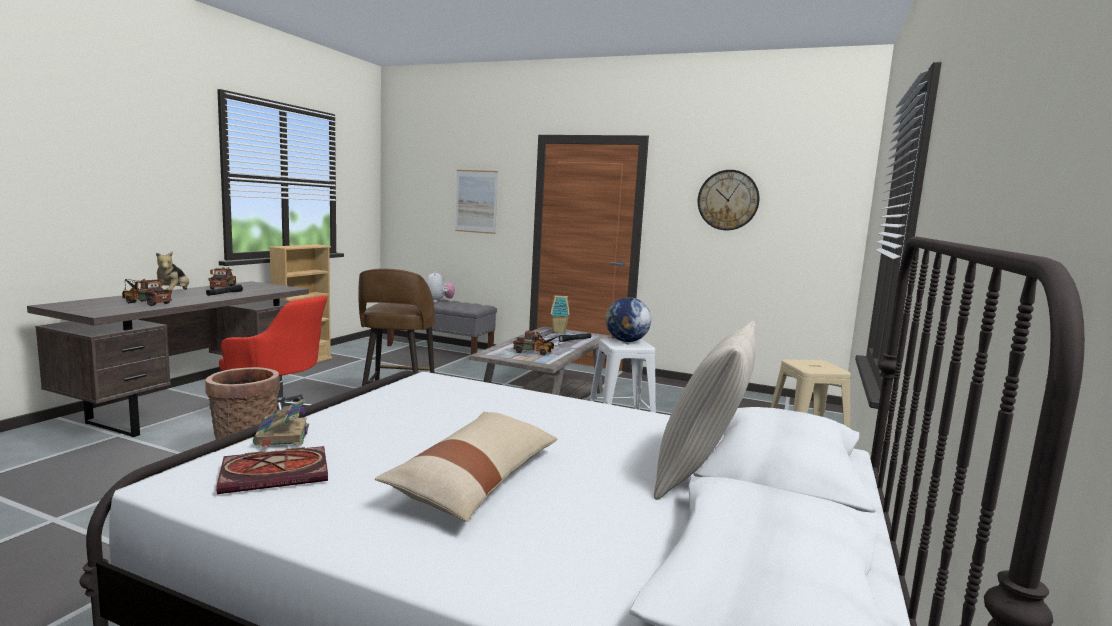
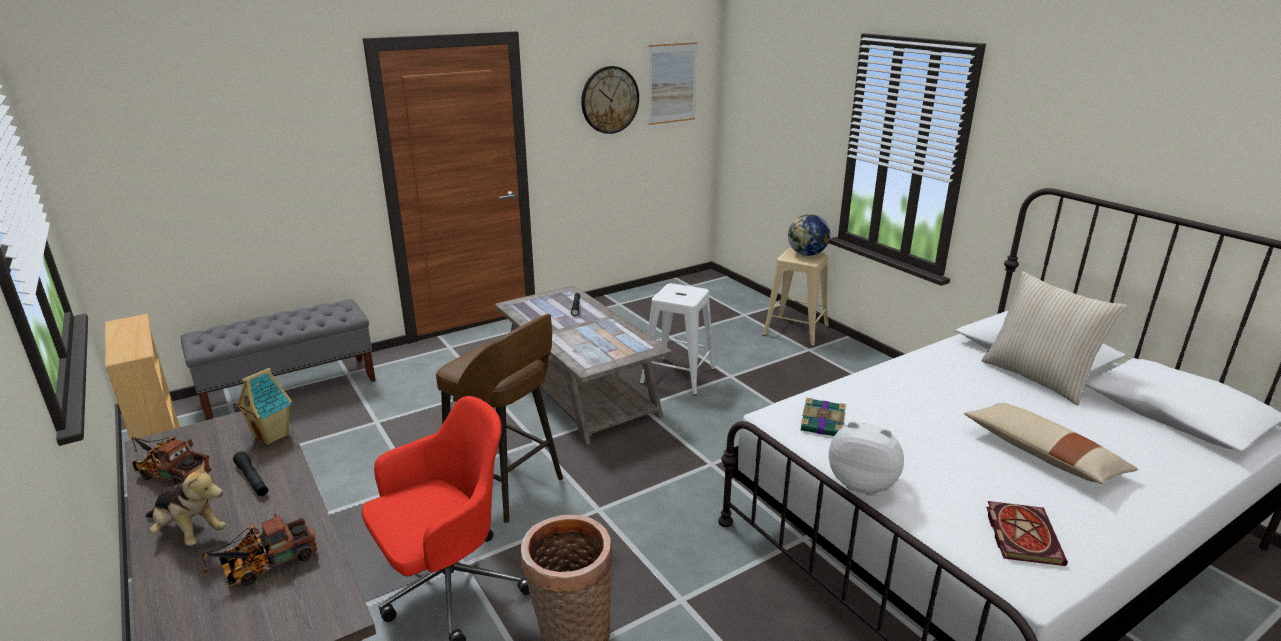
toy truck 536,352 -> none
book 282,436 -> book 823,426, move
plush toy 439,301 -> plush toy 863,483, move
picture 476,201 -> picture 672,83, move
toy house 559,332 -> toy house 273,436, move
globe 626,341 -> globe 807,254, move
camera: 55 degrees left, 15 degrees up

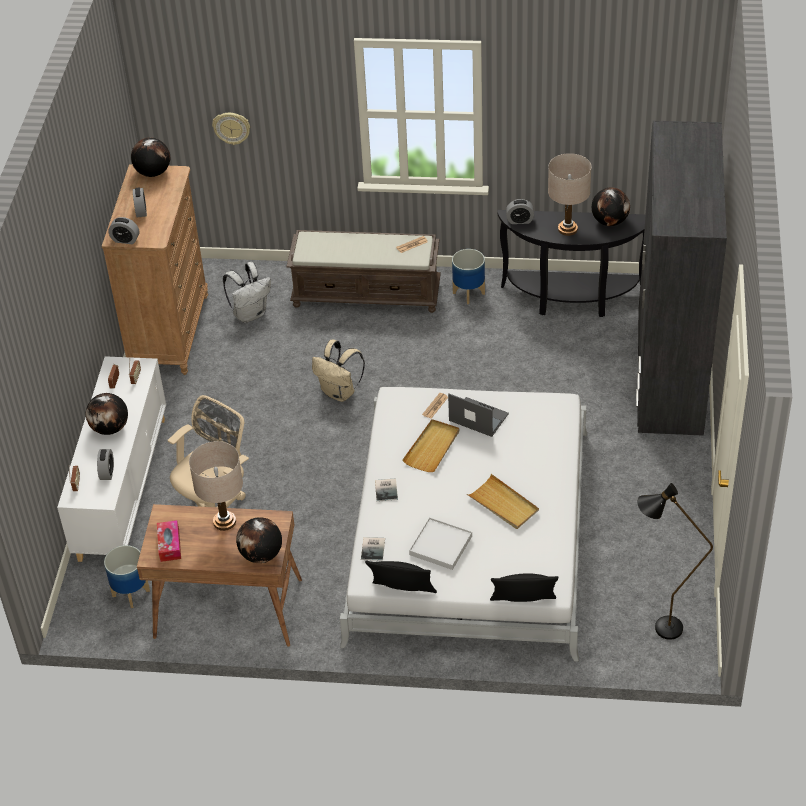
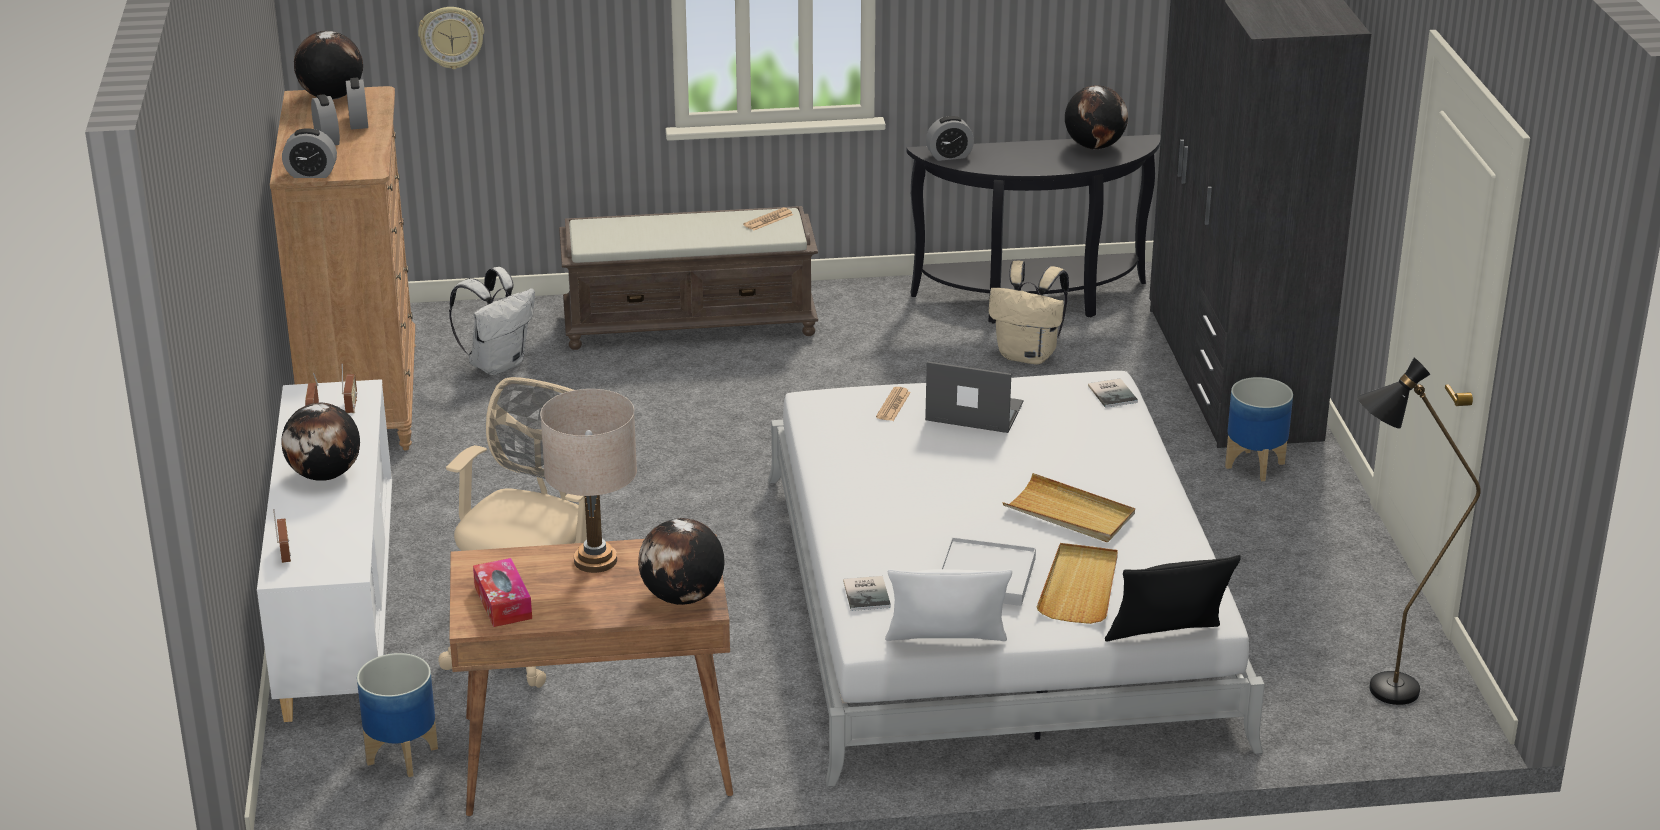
table lamp (beige) 567,229 -> none
alarm clock 107,472 -> alarm clock 358,122, move
backpack (beige) 340,392 -> backpack (beige) 1028,355, move
book 387,489 -> book 1113,393, move
tray (beige) 432,448 -> tray (beige) 1079,587, move
planter 469,293 -> planter 1255,465, move
pillow (black) 402,594 -> pillow (white) 946,650
camera: 15 degrees left, 15 degrees down

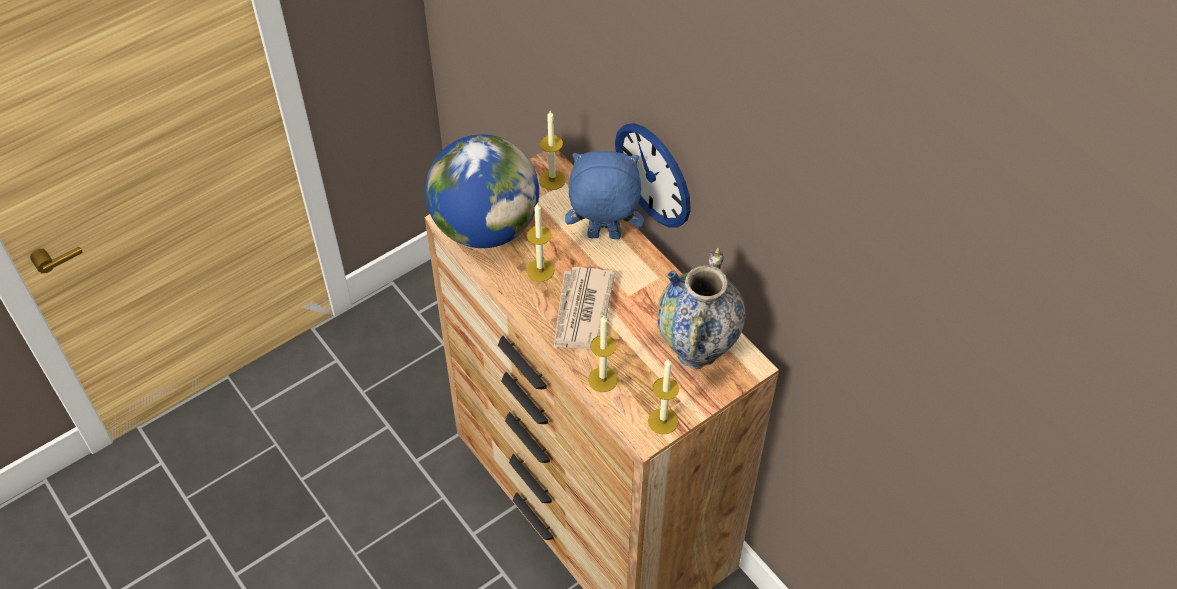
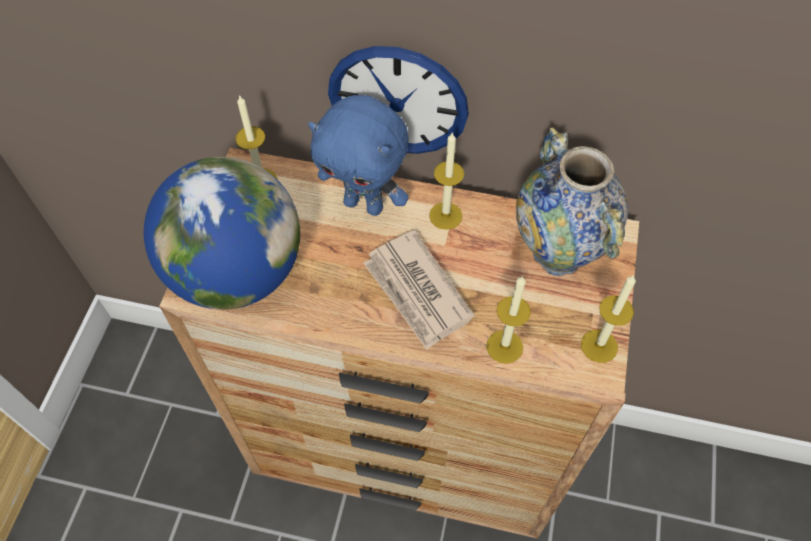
candle 540,270 -> candle 445,215, move
plush toy (blue) 603,237 -> plush toy (blue) 365,204, 120 degrees counterclockwise
camera: 40 degrees left, 5 degrees up

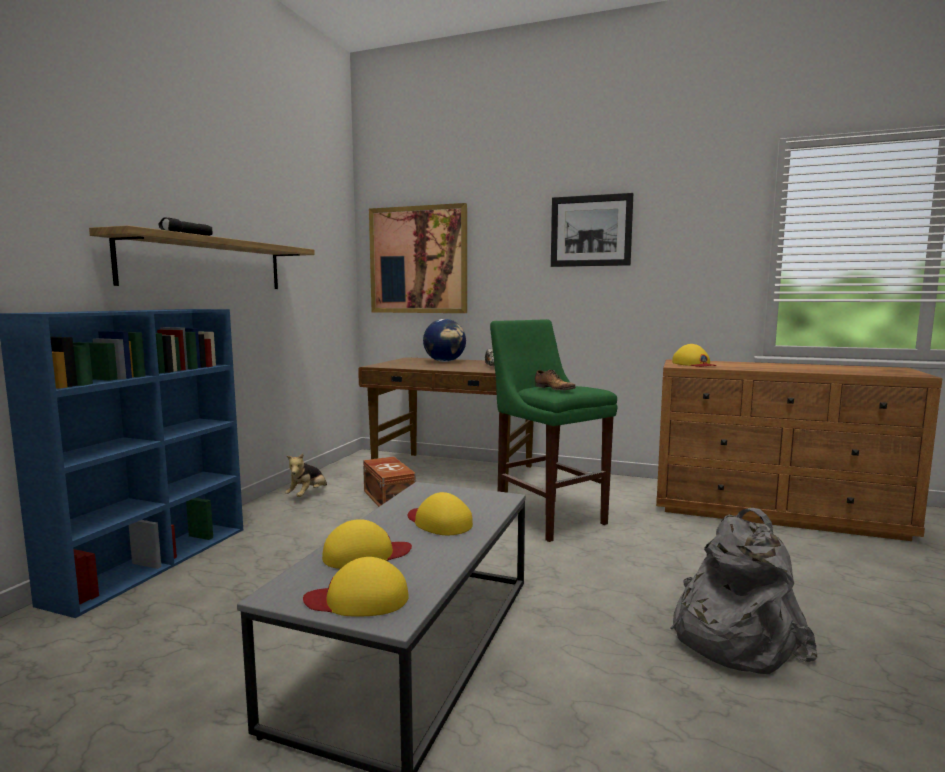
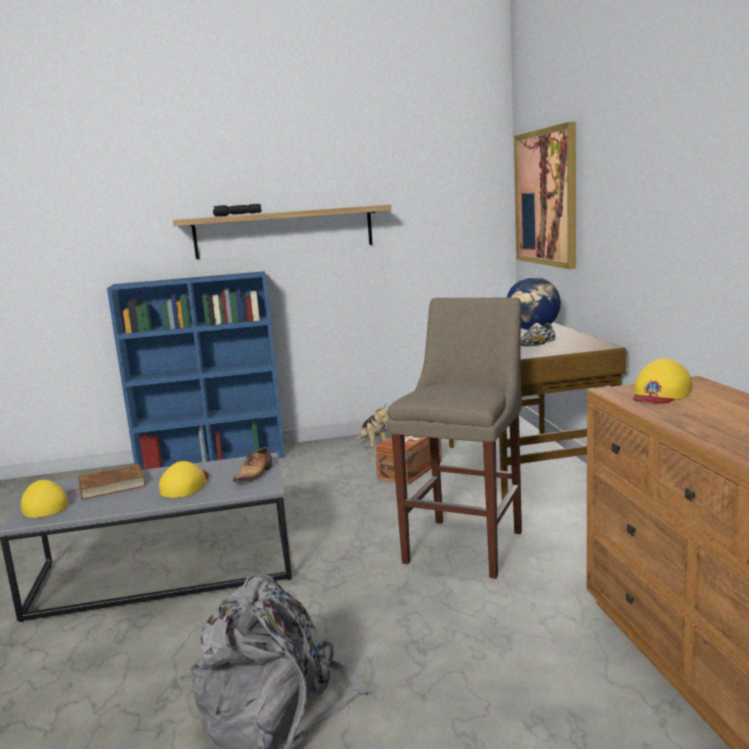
picture 591,231 -> none
shoe 554,389 -> shoe 254,475, move
cap (yellow) 365,554 -> book (brown) 111,486
stool (green) 547,517 -> stool (beige) 467,544
plush toy 307,495 -> plush toy 373,445, 105 degrees counterclockwise
camera: 60 degrees right, 5 degrees up

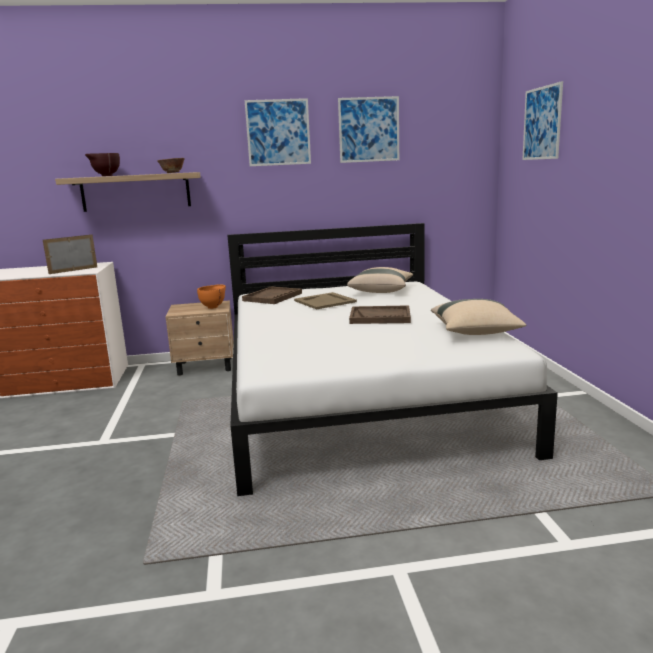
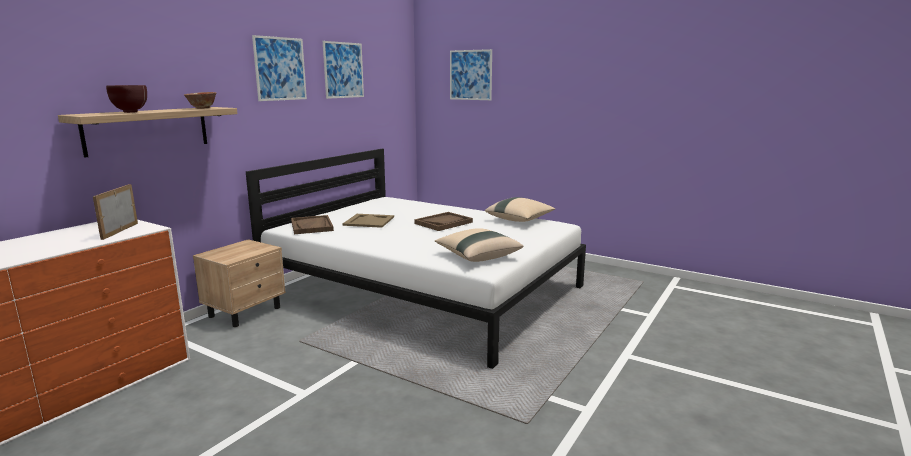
bowl (orange) 214,307 -> none
pillow (beige) 381,291 -> pillow (beige) 477,256, move
camera: 50 degrees left, 0 degrees up

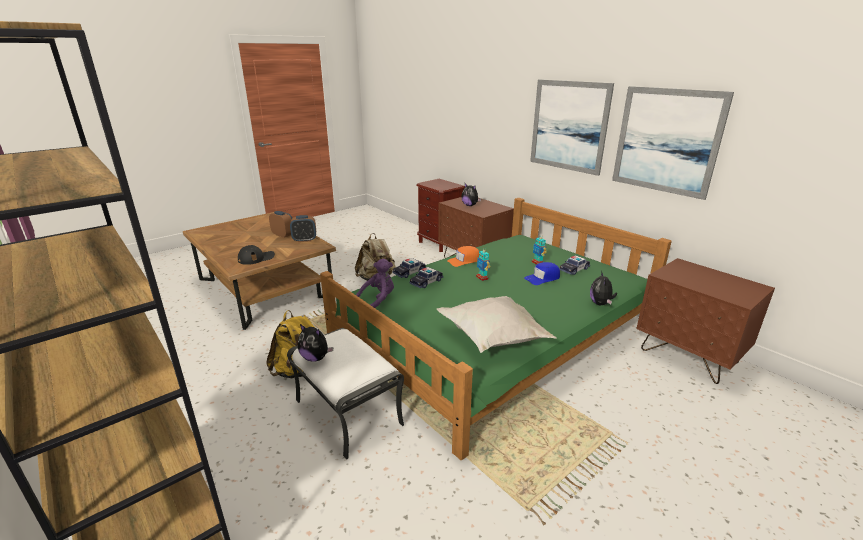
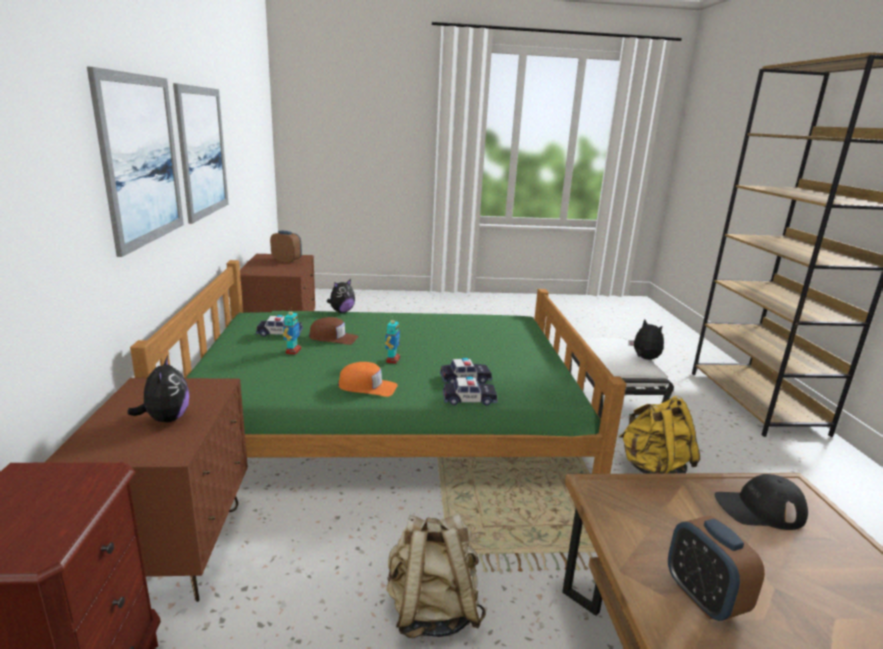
plush toy (purple) 378,300 -> none
pillow (white) 494,340 -> none
alarm clock 304,240 -> alarm clock 286,260, move
cap (blue) 542,278 -> cap (brown) 333,338
camera: 145 degrees left, 5 degrees down

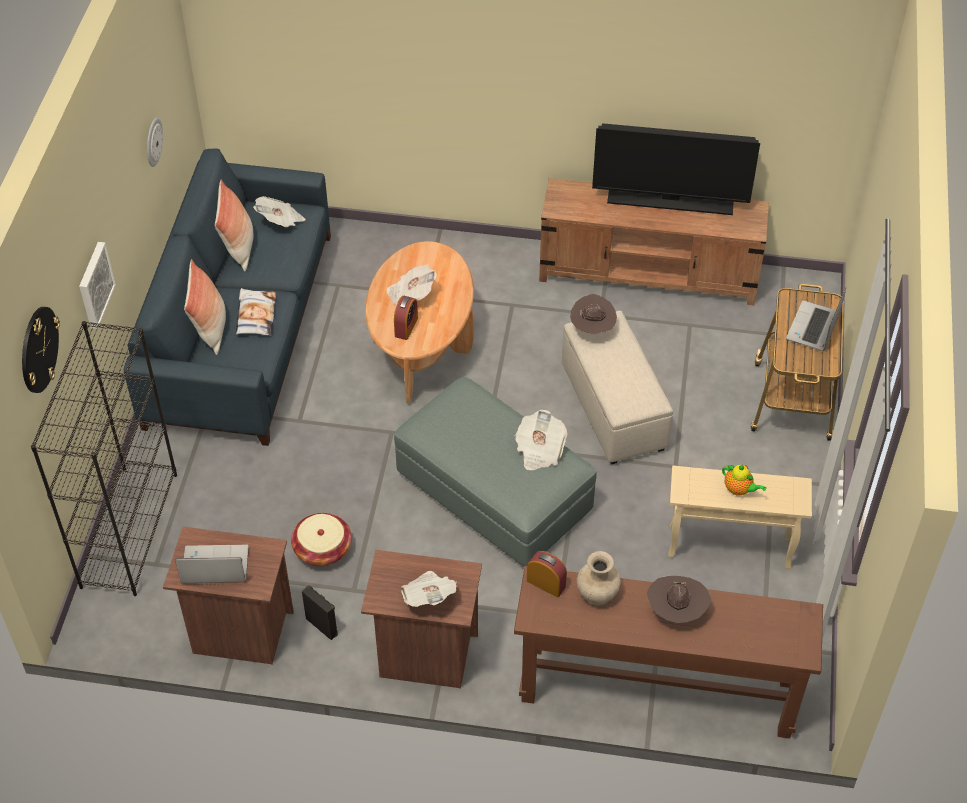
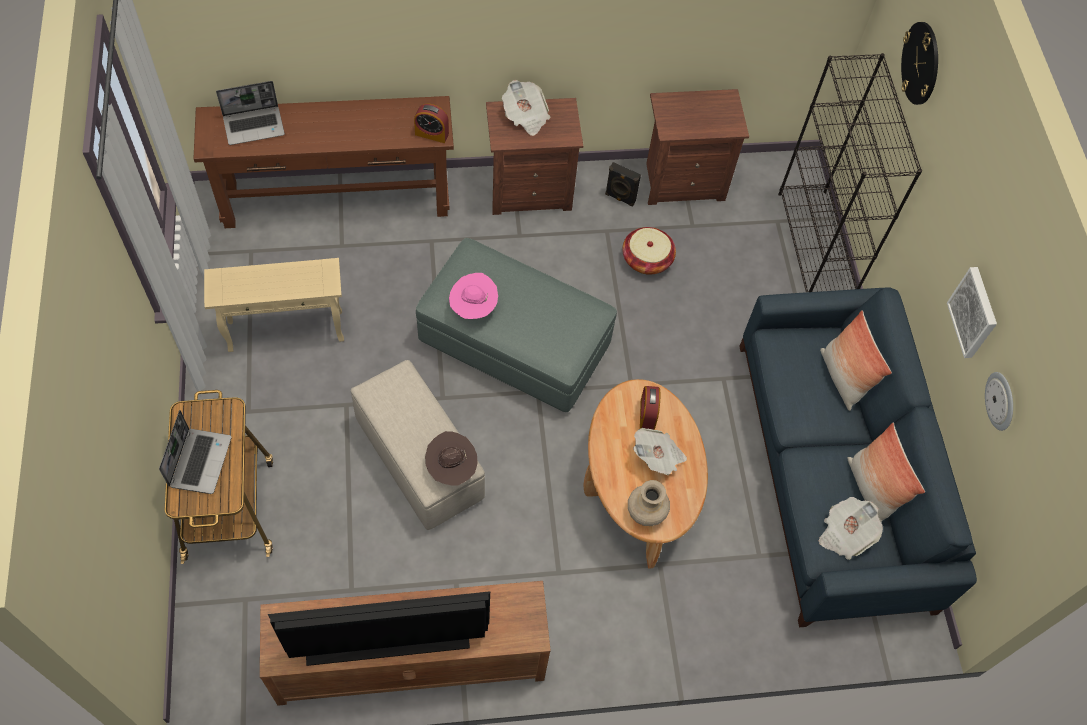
pillow 255,316 -> none
hat (brown) 676,611 -> none
teapot 739,490 -> none
picture 94,285 -> picture 974,312, move
laptop 214,567 -> laptop 254,126, move
vase (beige) 596,593 -> vase (beige) 646,512, move
newspaper 539,450 -> hat (pink) 473,307
camera: 160 degrees right, 10 degrees up

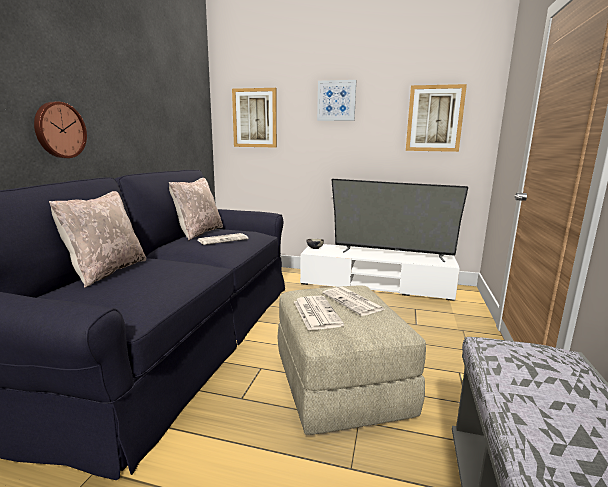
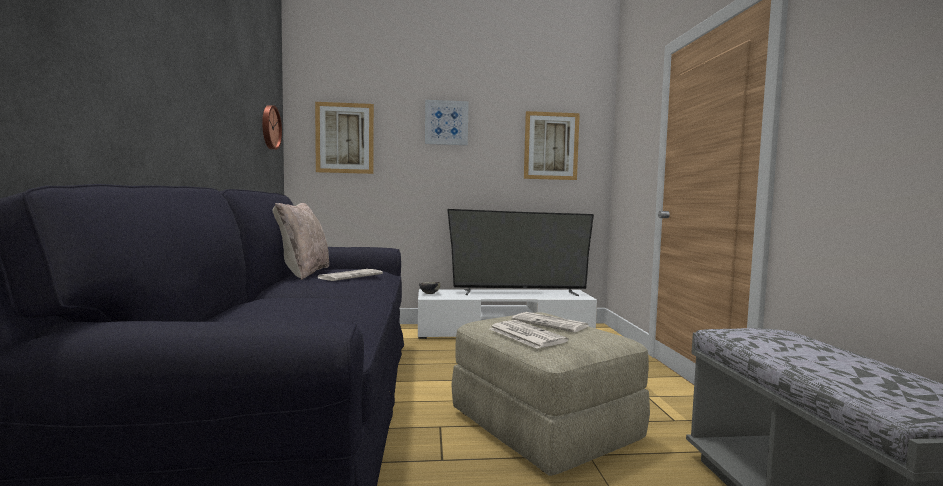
pillow (beige) 106,271 -> none
wall clock 59,130 -> wall clock 269,127, move
camera: 20 degrees left, 10 degrees down

